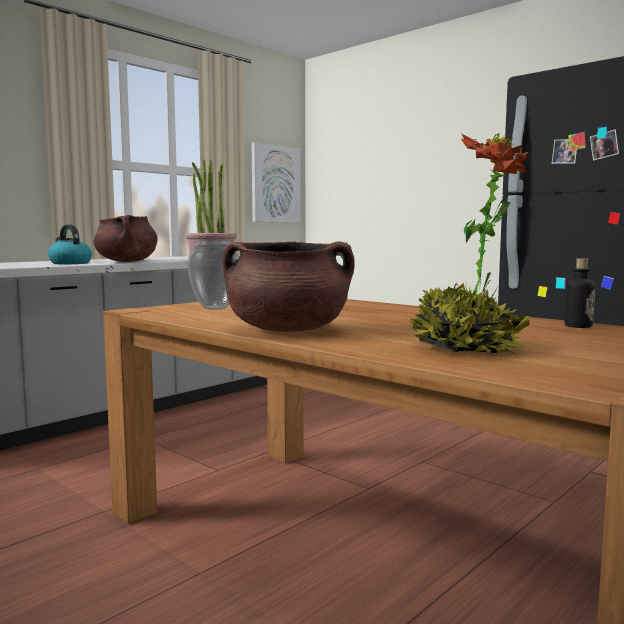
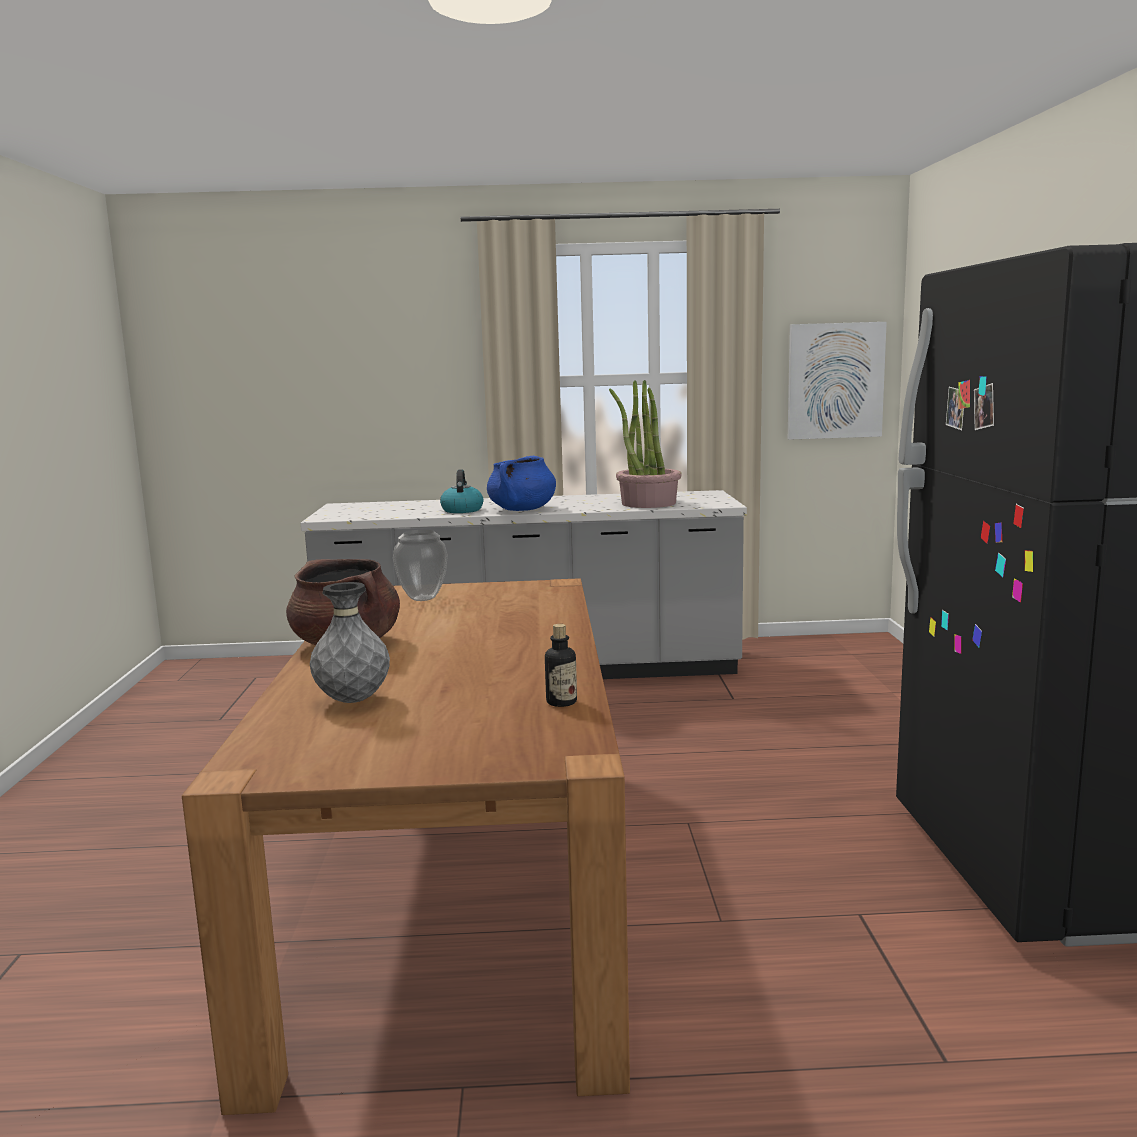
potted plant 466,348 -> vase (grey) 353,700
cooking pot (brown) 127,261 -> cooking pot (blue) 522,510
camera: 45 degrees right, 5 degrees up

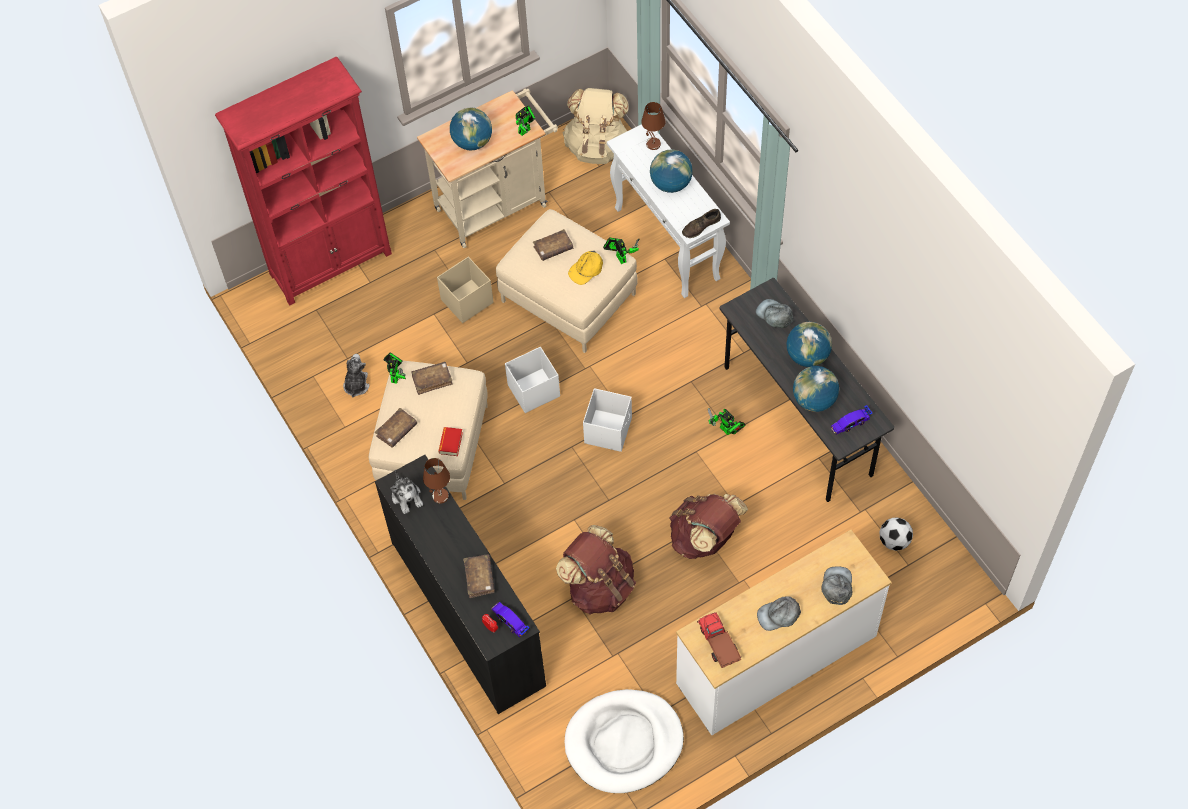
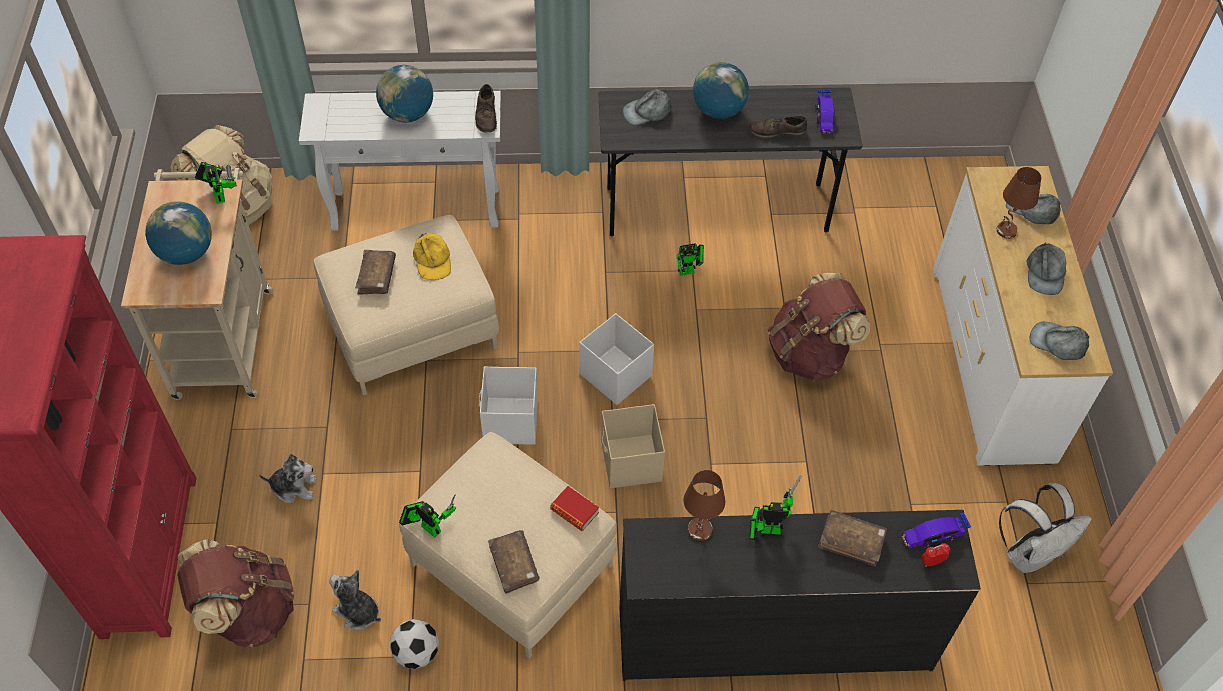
book (brown) 432,380 -> none
plush toy 407,497 -> plush toy 294,487, move
storage box (beige) 466,301 -> storage box (beige) 631,462, move
backpack (brown) 599,587 -> backpack (brown) 248,611, move
toy robot 620,257 -> toy robot 766,529, move
table lamp (brown) 653,144 -> table lamp (brown) 1006,231, move
football 894,541 -> football 416,653, move
dog bed (white) 624,743 -> backpack (white) 1030,553
toy truck 718,644 -> cap (grey) 1058,343
globe 814,400 -> shoe (brown) 777,131
camera: 65 degrees left, 5 degrees down

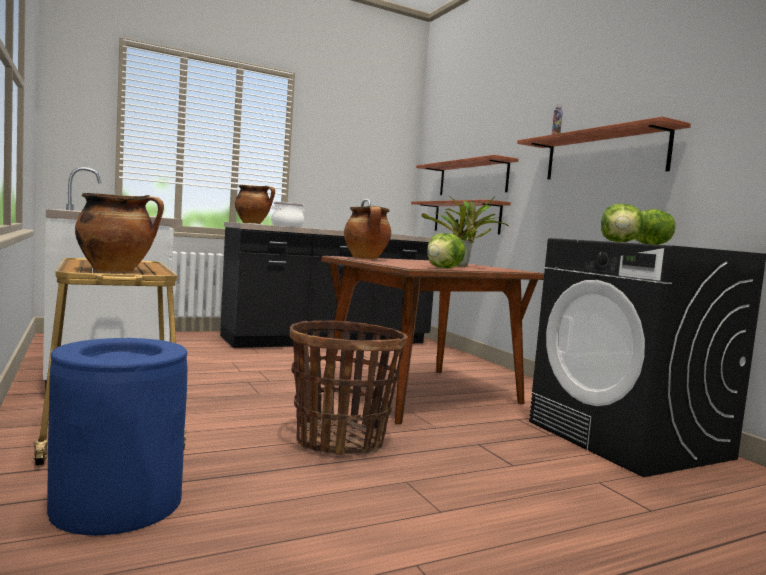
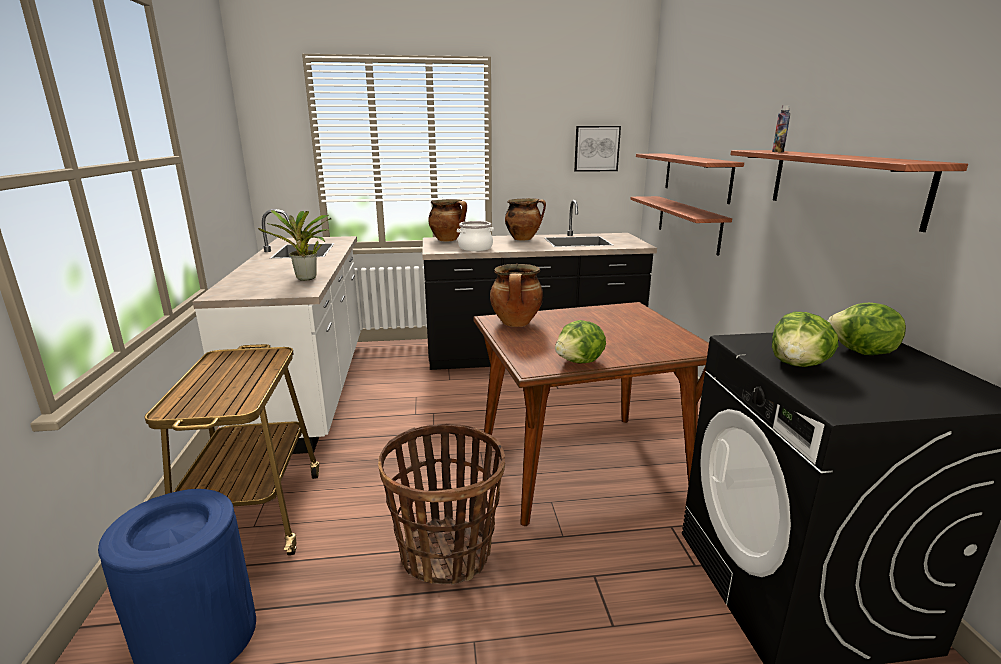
none -> picture 596,148
cooking pot 117,271 -> cooking pot 524,239, move
potted plant 461,266 -> potted plant 306,279, move
camera: 20 degrees right, 15 degrees up

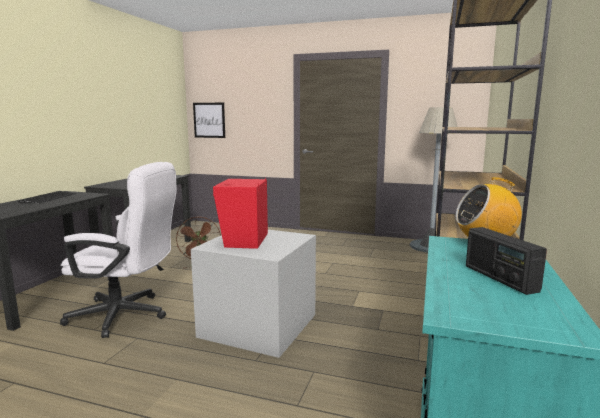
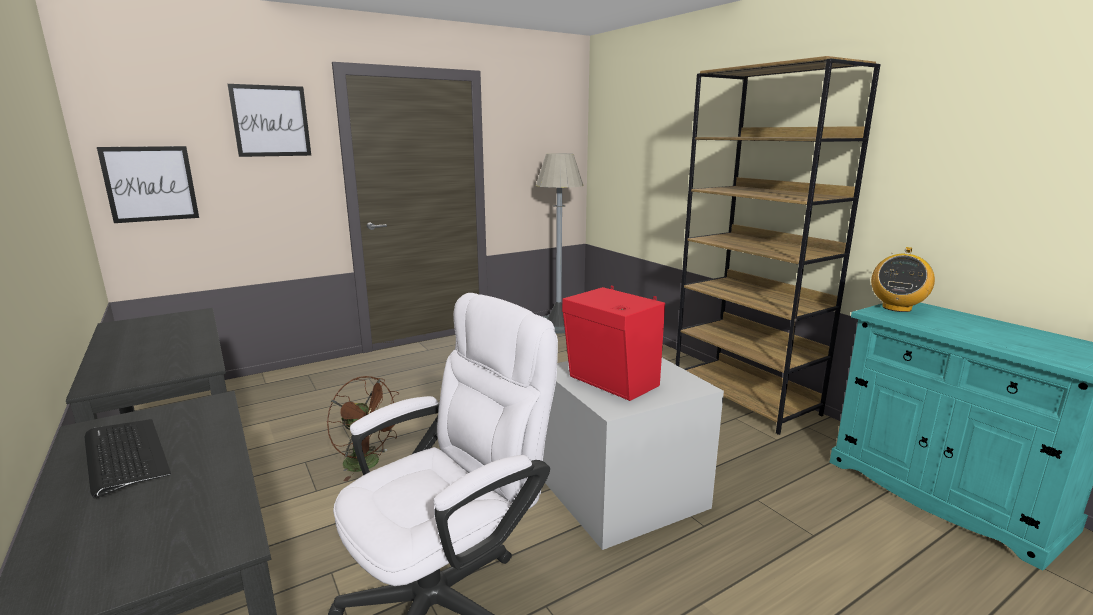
radio 499,278 -> none
none -> picture 271,121
camera: 50 degrees left, 5 degrees up

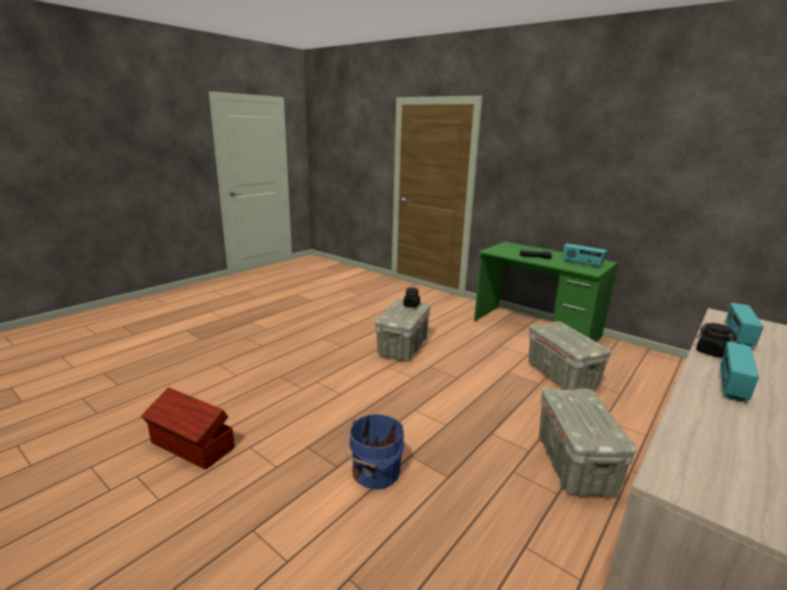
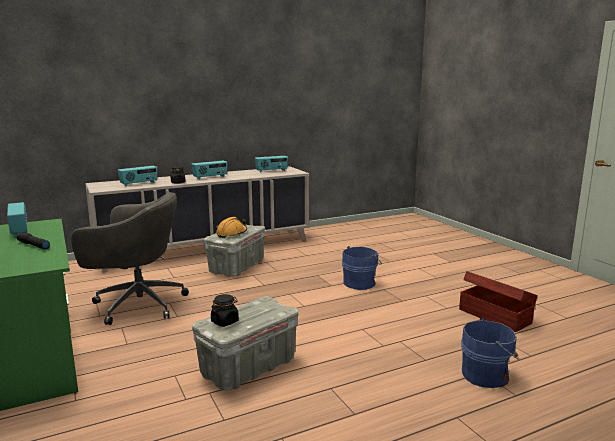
none -> hard hat (orange) 231,233
none -> radio 271,171
none -> bucket (blue) 487,375
storage box (grey) 560,375 -> office chair (grey) 137,304
camera: 155 degrees left, 5 degrees down

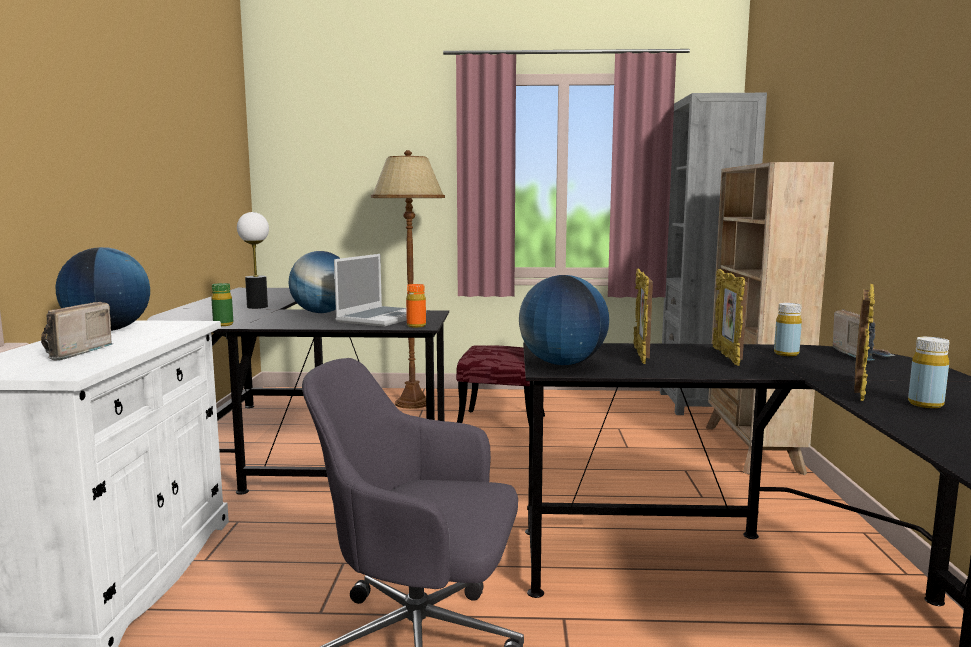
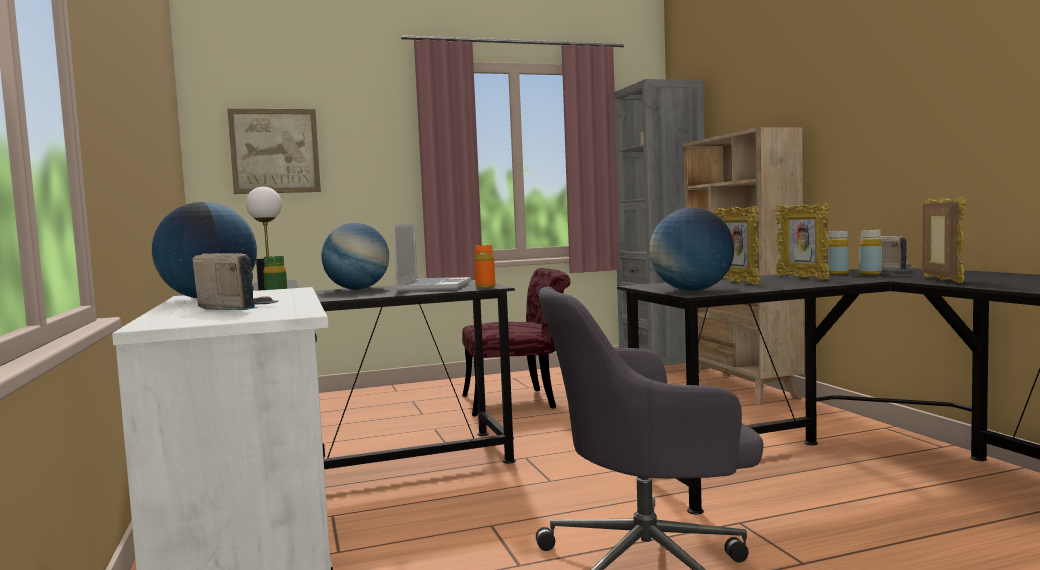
floor lamp (brown) 412,403 -> none
none -> picture 275,151
bottle (yellow) 925,404 -> bottle (yellow) 870,274, move
radio 71,353 -> radio 236,308, 135 degrees clockwise
camera: 20 degrees left, 5 degrees down

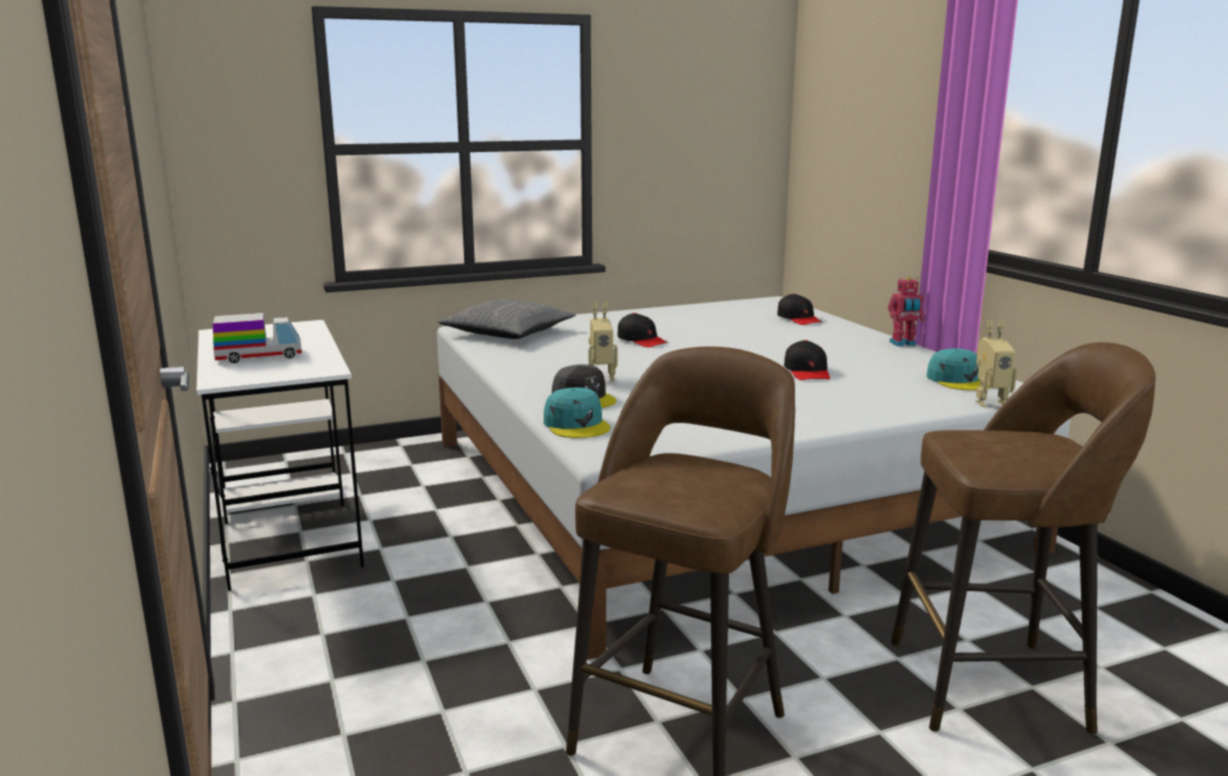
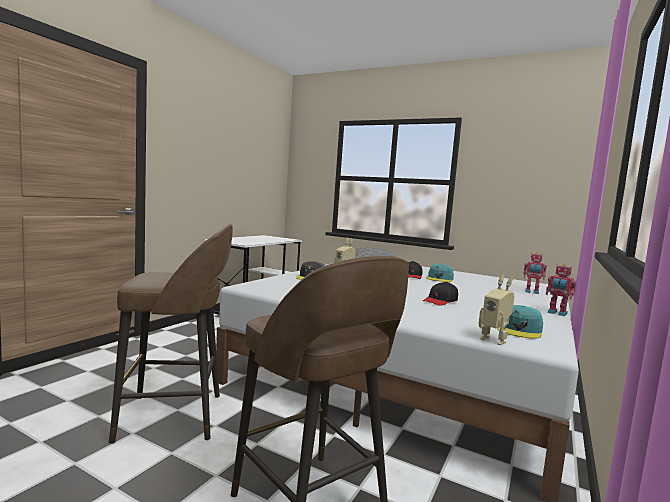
toy truck 259,356 -> none
cap (turquoise) 577,425 -> cap (turquoise) 440,279, move
cap (black) 799,319 -> toy robot 531,292
camera: 50 degrees right, 10 degrees down

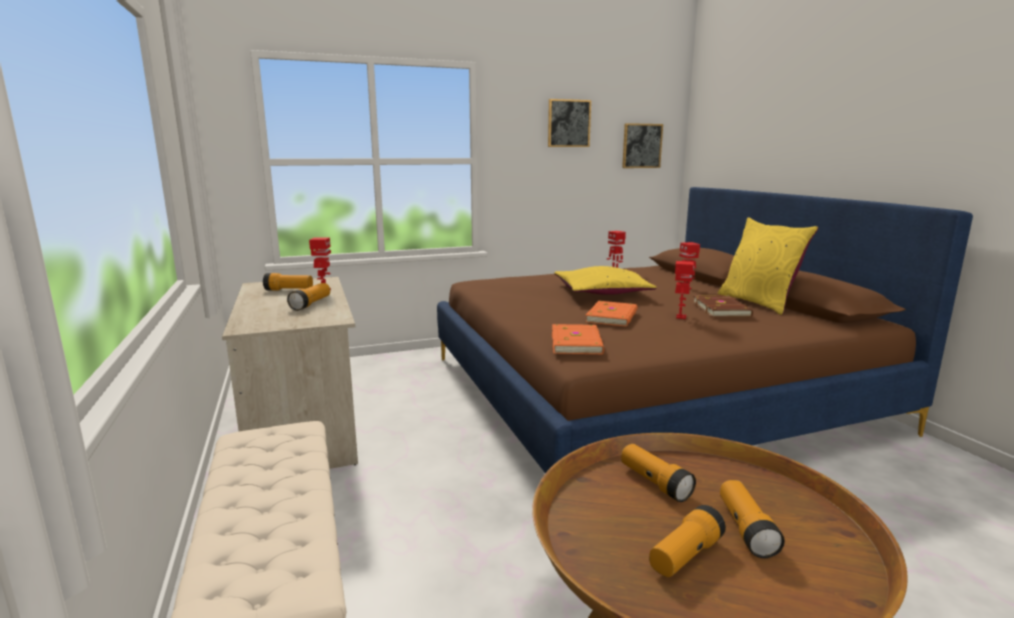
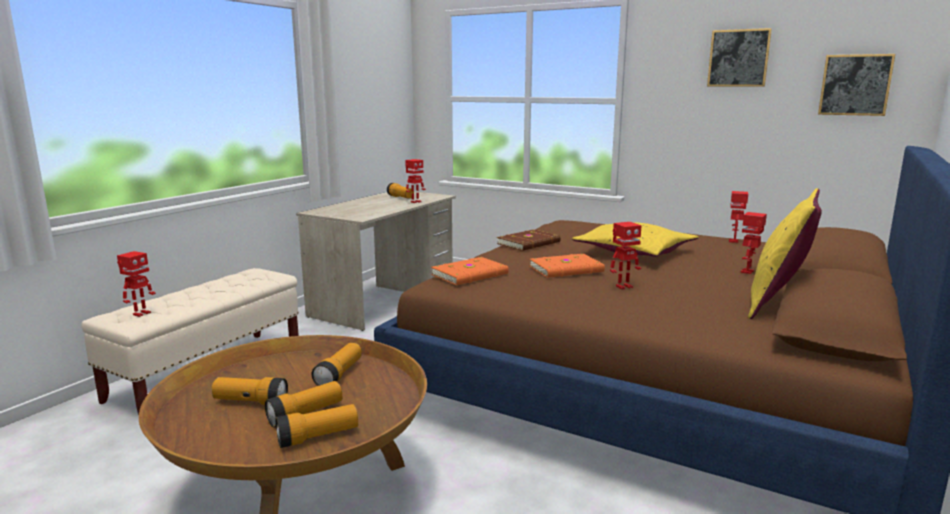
none -> toy robot 141,313
flashlight 311,304 -> flashlight 318,437, move
book (brown) 722,309 -> book (brown) 529,243, move
camera: 50 degrees right, 0 degrees up

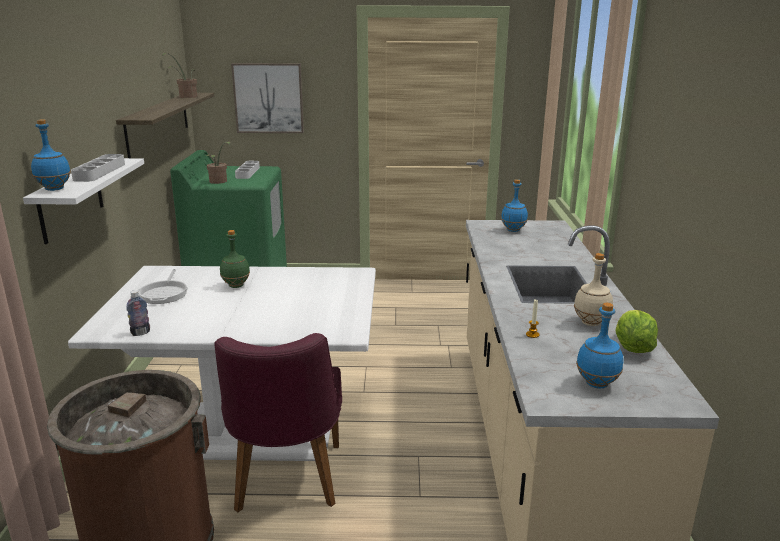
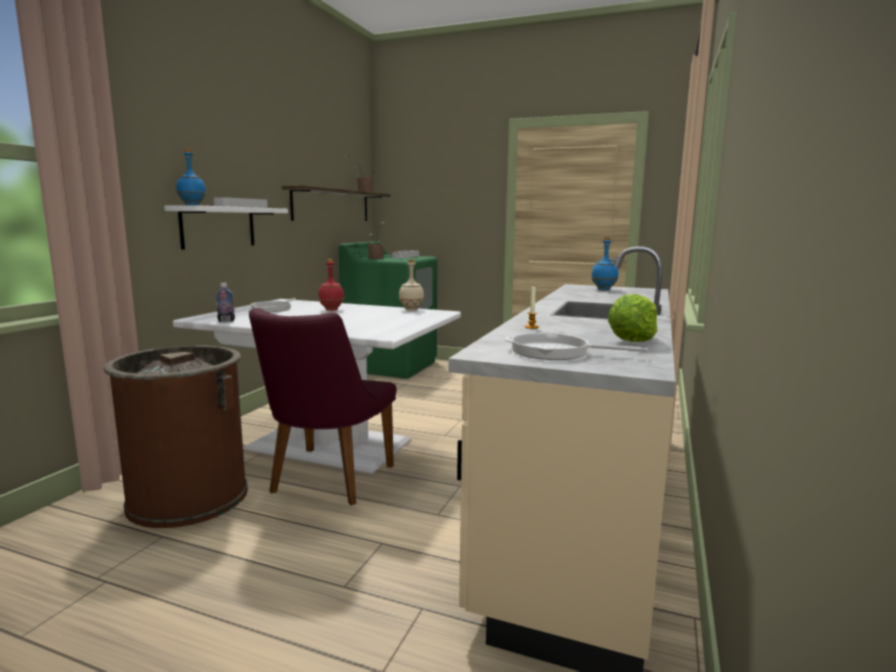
picture 268,98 -> none
bottle (beige) 590,322 -> bottle (beige) 411,310, move
bottle (blue) 597,384 -> frying pan 555,352
bottle (green) 236,286 -> bottle (red) 331,310
camera: 20 degrees right, 10 degrees down

